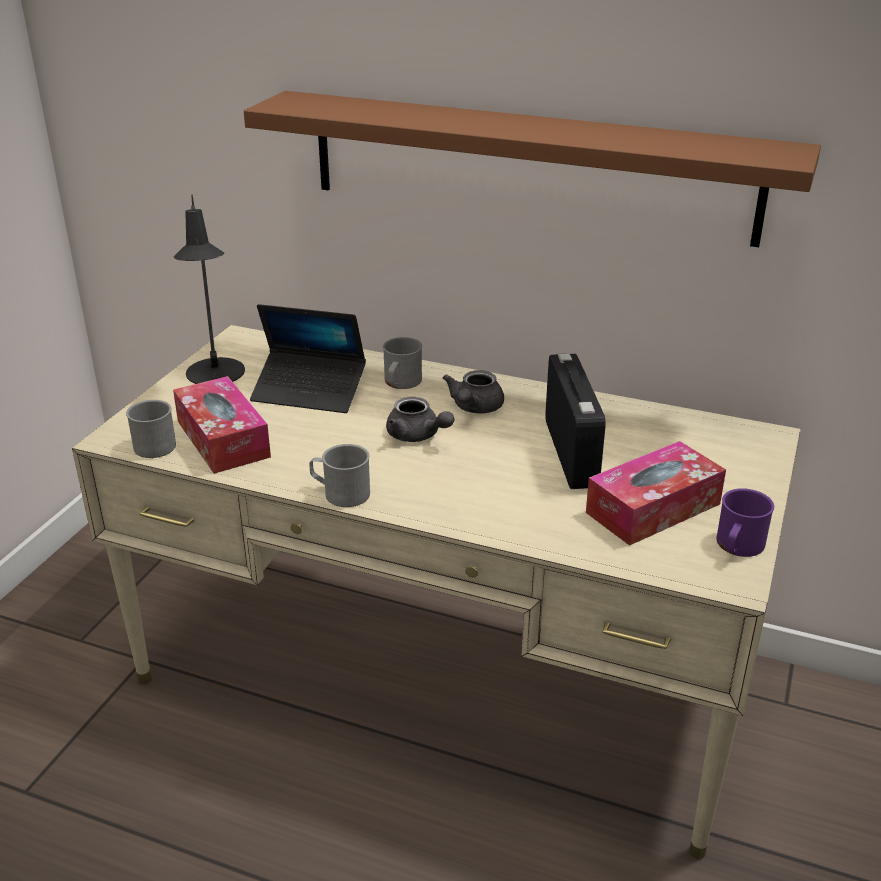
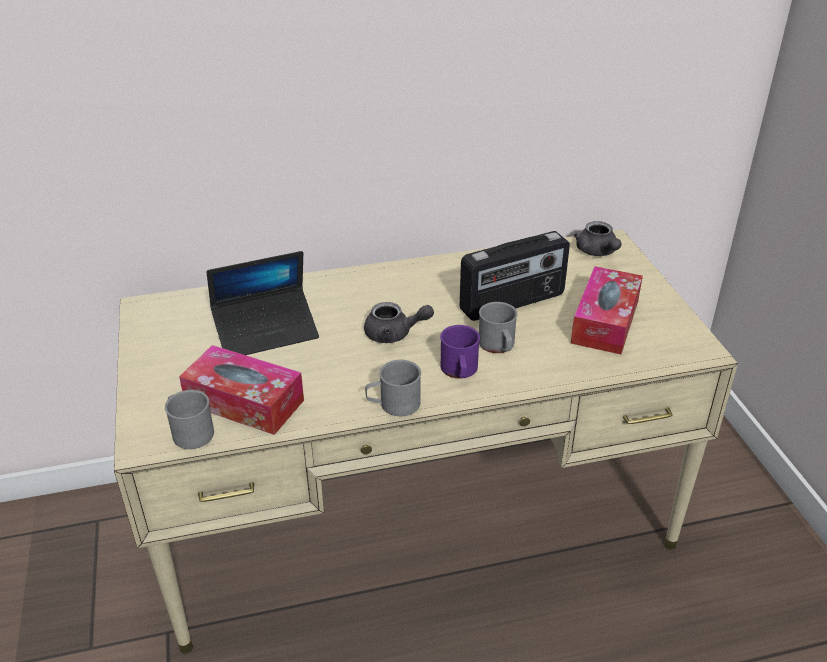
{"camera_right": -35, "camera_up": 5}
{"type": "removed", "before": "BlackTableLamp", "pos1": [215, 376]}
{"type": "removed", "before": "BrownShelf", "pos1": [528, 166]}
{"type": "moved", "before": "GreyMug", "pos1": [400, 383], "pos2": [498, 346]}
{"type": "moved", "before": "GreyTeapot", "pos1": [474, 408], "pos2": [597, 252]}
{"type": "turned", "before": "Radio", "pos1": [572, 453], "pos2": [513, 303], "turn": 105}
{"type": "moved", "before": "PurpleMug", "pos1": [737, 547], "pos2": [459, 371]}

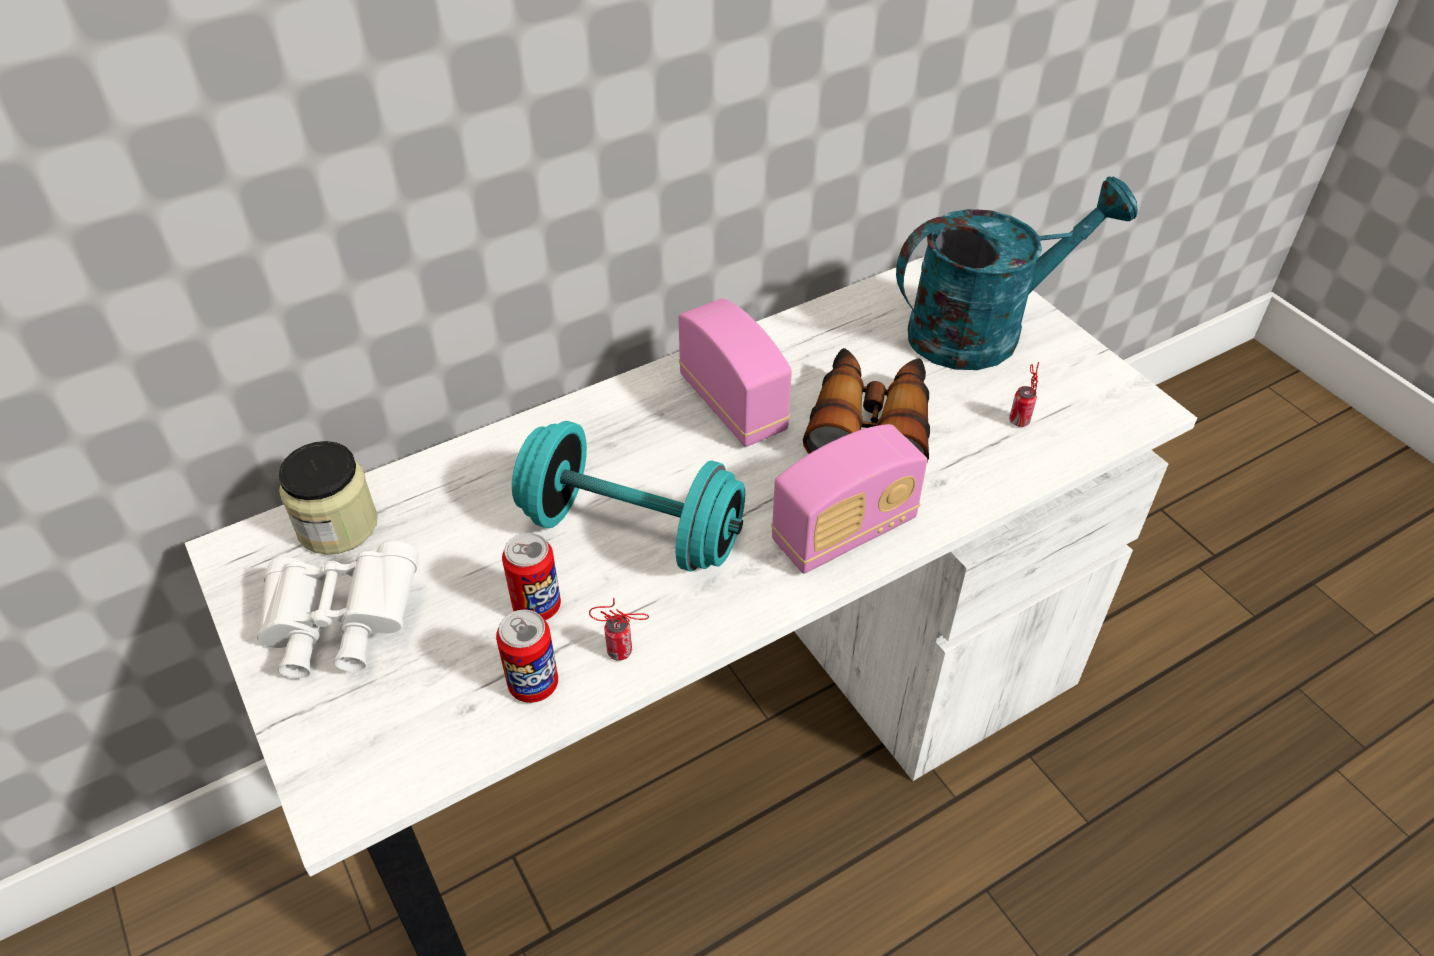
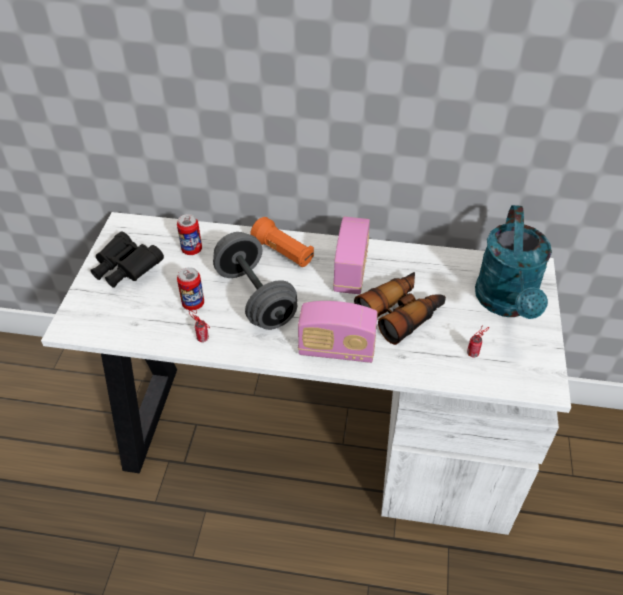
{"camera_right": 40, "camera_up": 0}
{"type": "recoloured", "before": "WhiteBinoculars", "after": "BlackBinoculars", "pos1": [340, 628], "pos2": [126, 270]}
{"type": "removed", "before": "Jar", "pos1": [337, 525]}
{"type": "moved", "before": "Can", "pos1": [533, 684], "pos2": [192, 250]}
{"type": "recoloured", "before": "TurquoiseDumbbell", "after": "GreyDumbbell", "pos1": [631, 531], "pos2": [255, 297]}
{"type": "turned", "before": "TurquoiseWateringCan", "pos1": [983, 329], "pos2": [507, 303], "turn": 75}
{"type": "added", "after": "OrangeFlashlight", "pos2": [283, 253]}

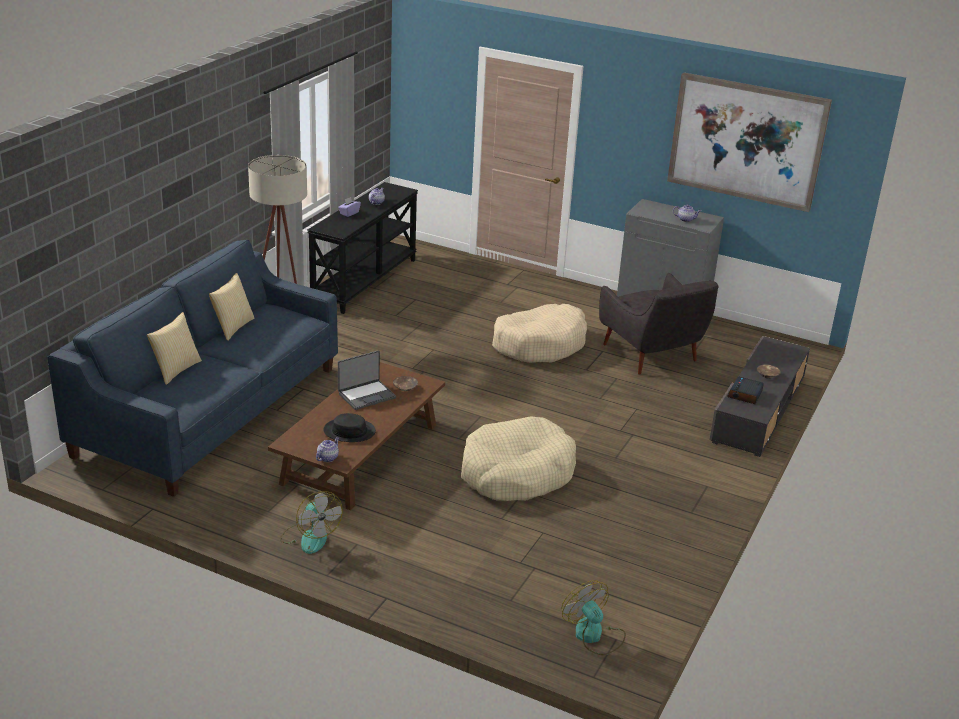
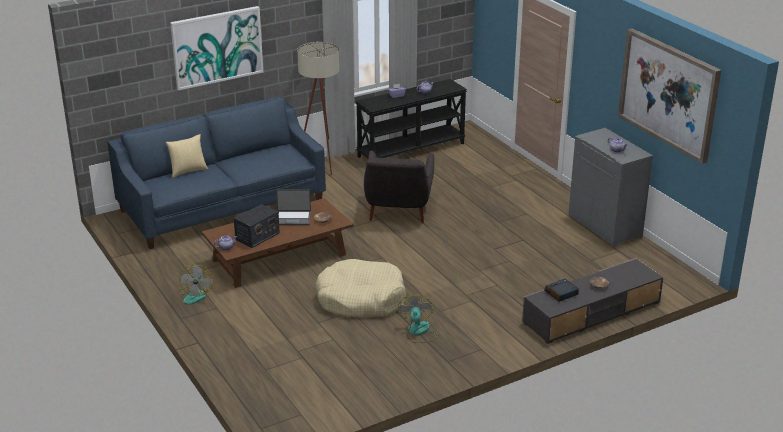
{"camera_right": 35, "camera_up": 0}
{"type": "removed", "before": "Pillow", "pos1": [232, 327]}
{"type": "replaced", "before": "BlackHat", "after": "Radio", "pos1": [349, 431], "pos2": [257, 236]}
{"type": "removed", "before": "BeigeDogBed", "pos1": [540, 344]}
{"type": "moved", "before": "Fan", "pos1": [594, 636], "pos2": [419, 332]}
{"type": "moved", "before": "GreyArmchair", "pos1": [652, 355], "pos2": [398, 211]}
{"type": "added", "after": "Picture", "pos2": [217, 47]}

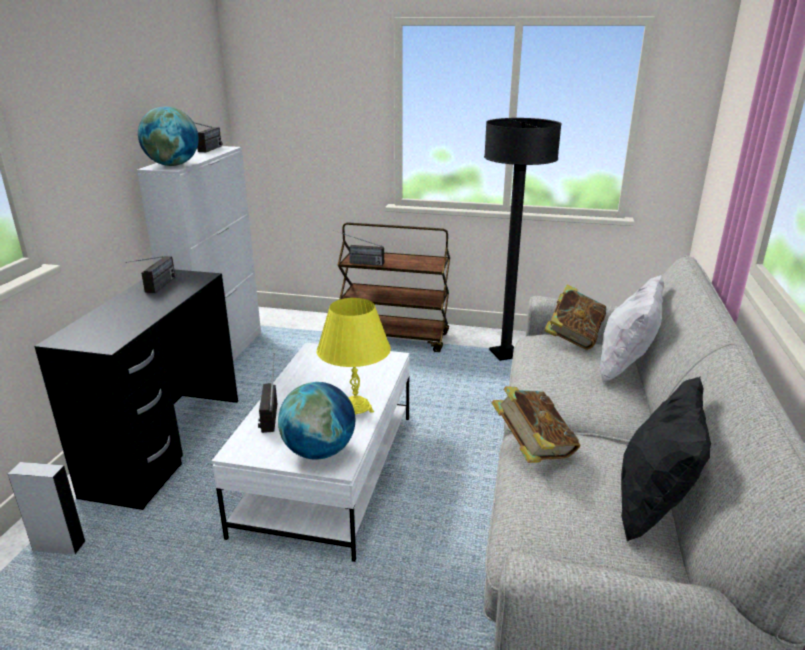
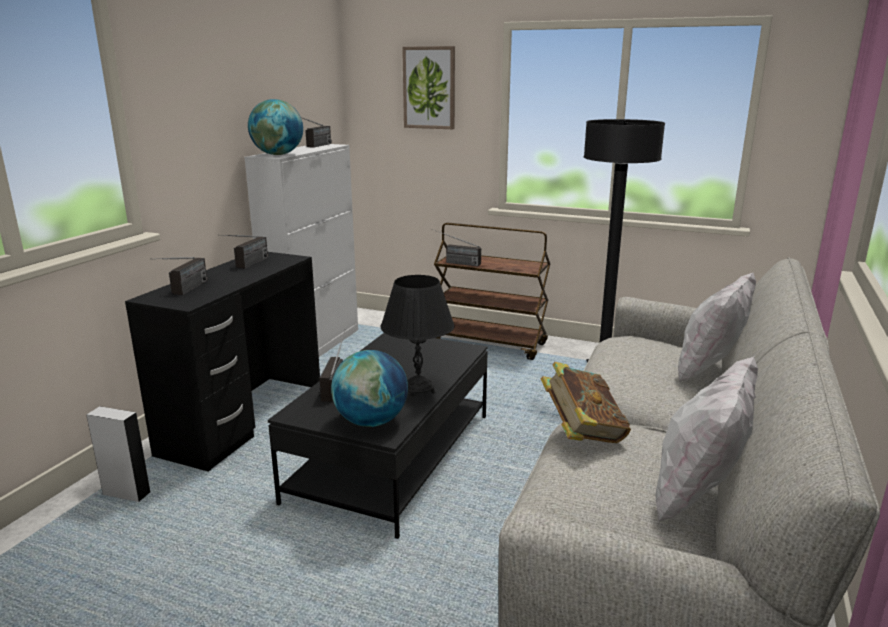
{"camera_right": 10, "camera_up": -5}
{"type": "recoloured", "before": "WhiteCoffeeTable", "after": "BlackCoffeeTable", "pos1": [329, 472], "pos2": [393, 457]}
{"type": "recoloured", "before": "YellowTableLamp", "after": "BlackTableLamp", "pos1": [355, 409], "pos2": [418, 389]}
{"type": "removed", "before": "Book", "pos1": [573, 338]}
{"type": "recoloured", "before": "BlackPillow", "after": "WhitePillow", "pos1": [652, 508], "pos2": [697, 497]}
{"type": "added", "after": "Radio", "pos2": [184, 291]}
{"type": "added", "after": "Picture", "pos2": [429, 88]}

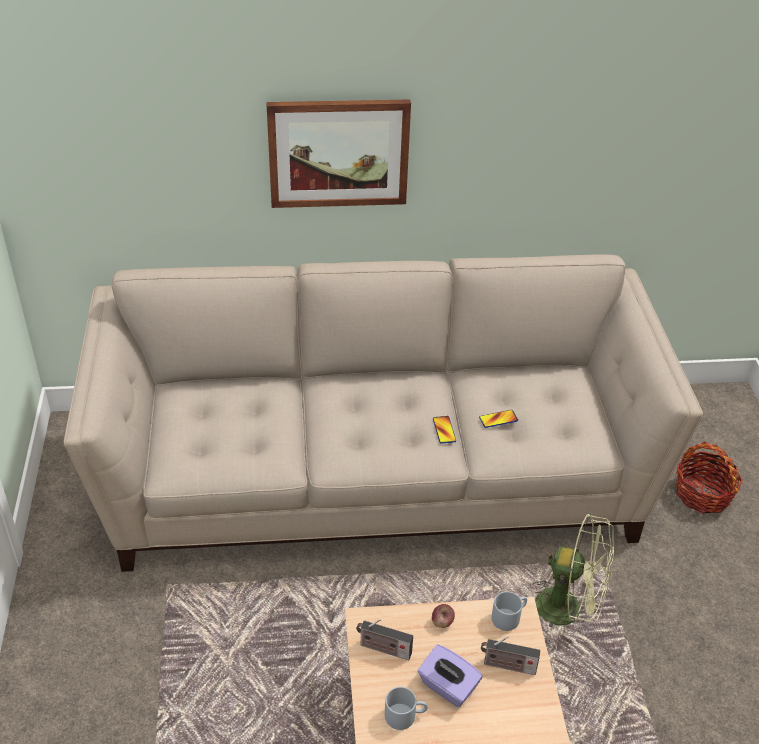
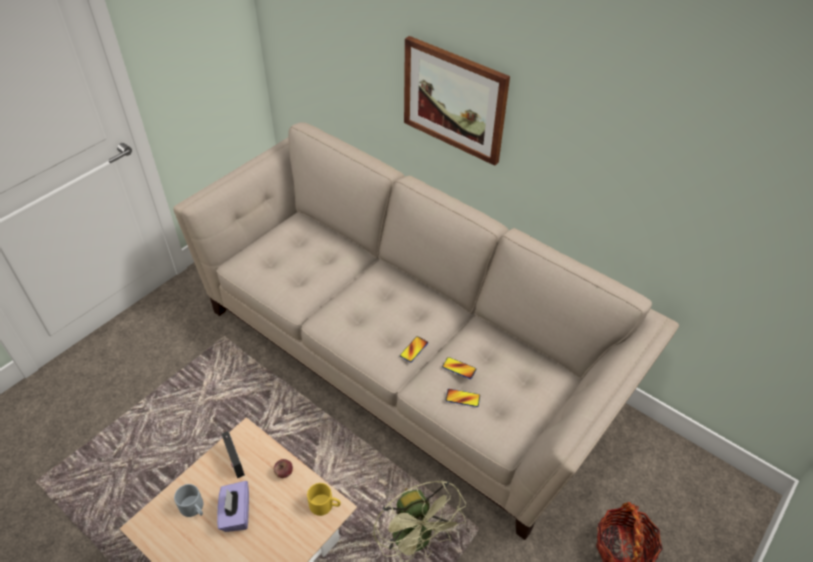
{"camera_right": 45, "camera_up": 5}
{"type": "removed", "before": "Radio", "pos1": [507, 666]}
{"type": "recoloured", "before": "GreyMug", "after": "YellowMug", "pos1": [509, 616], "pos2": [325, 505]}
{"type": "added", "after": "Phone", "pos2": [462, 398]}

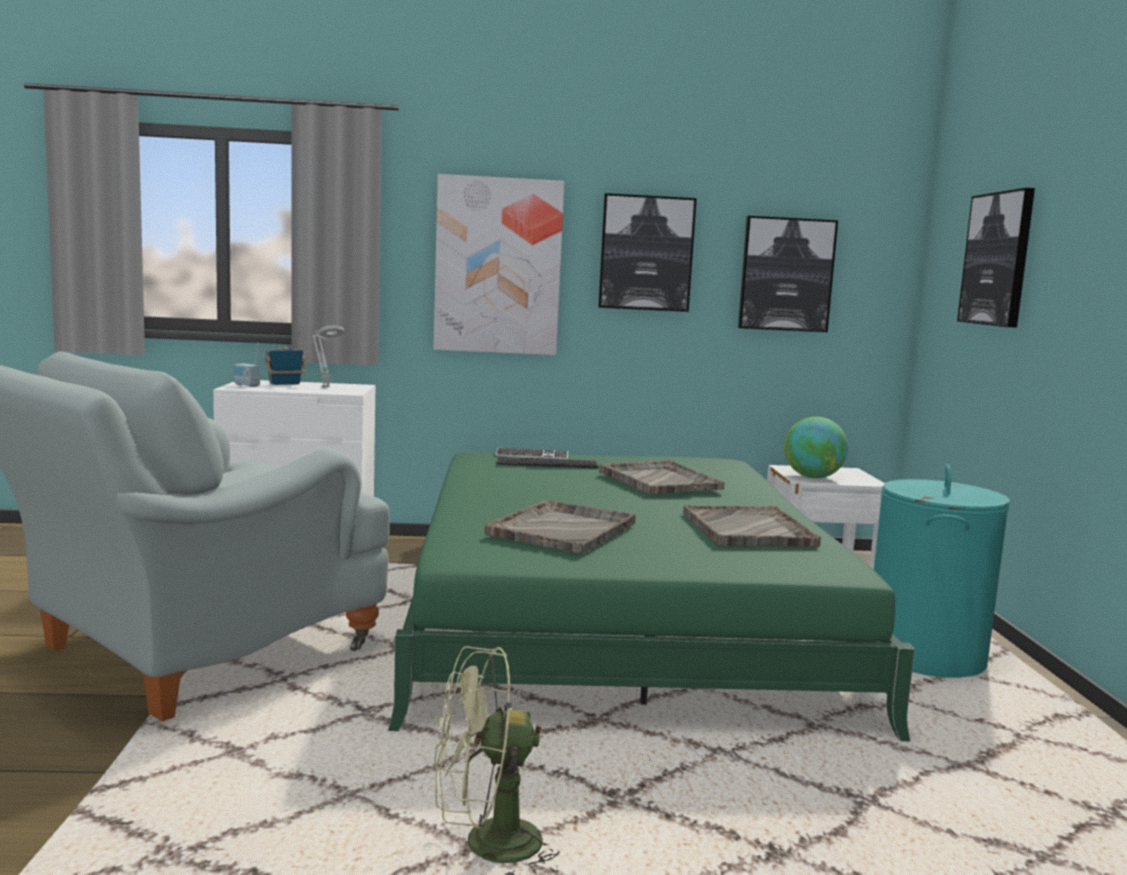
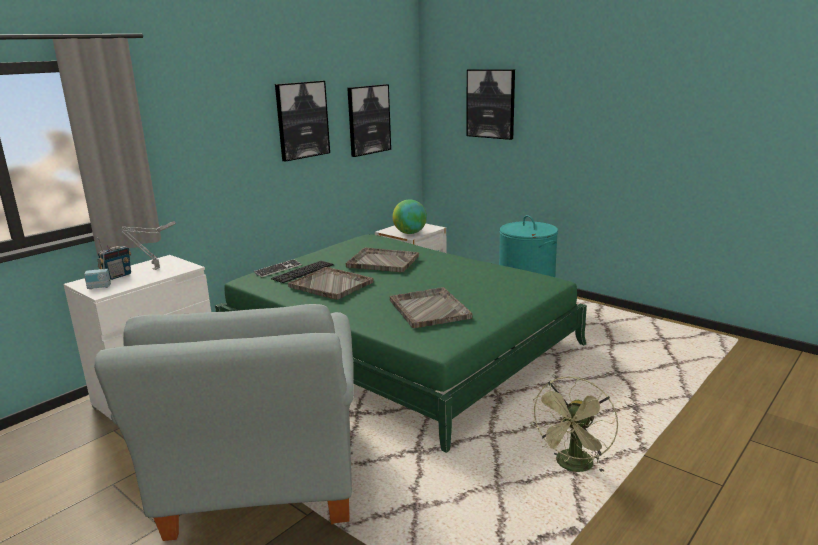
{"camera_right": -45, "camera_up": 10}
{"type": "turned", "before": "Radio", "pos1": [285, 384], "pos2": [118, 276], "turn": -150}
{"type": "removed", "before": "Picture", "pos1": [498, 266]}
{"type": "moved", "before": "GreyTray", "pos1": [748, 529], "pos2": [331, 285]}

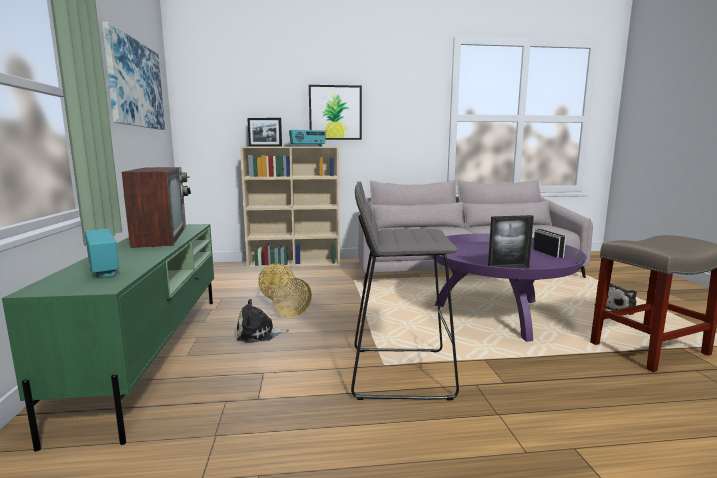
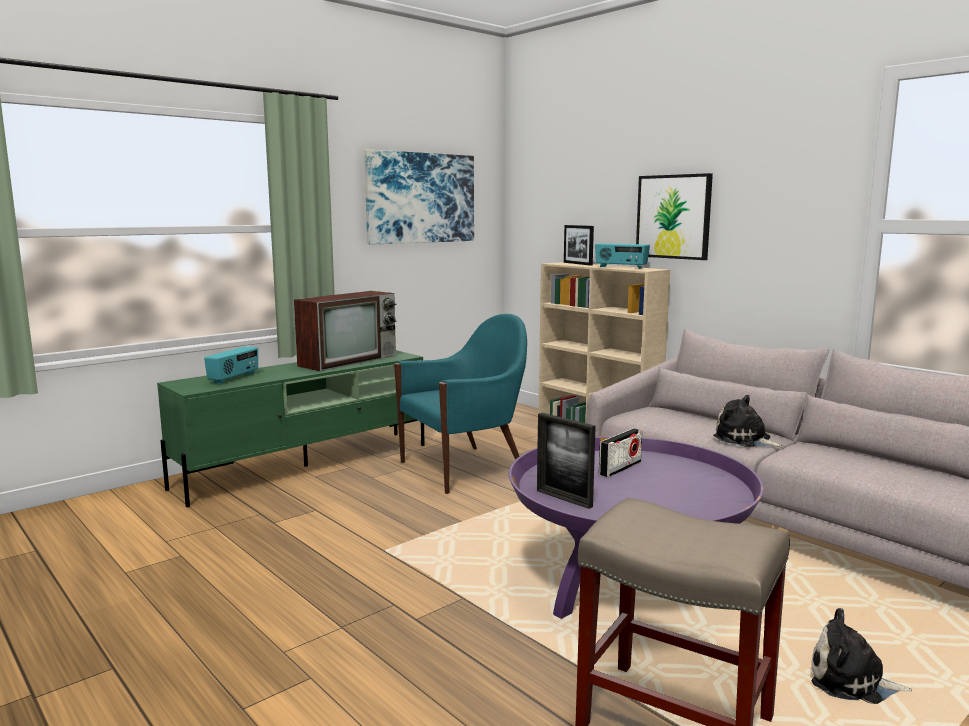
{"camera_right": 55, "camera_up": 0}
{"type": "moved", "before": "PlushToy", "pos1": [259, 334], "pos2": [744, 439]}
{"type": "replaced", "before": "Basket", "after": "TurquoiseArmchair", "pos1": [283, 304], "pos2": [465, 469]}
{"type": "removed", "before": "GreyStool", "pos1": [400, 372]}
{"type": "moved", "before": "Radio", "pos1": [547, 253], "pos2": [620, 468]}

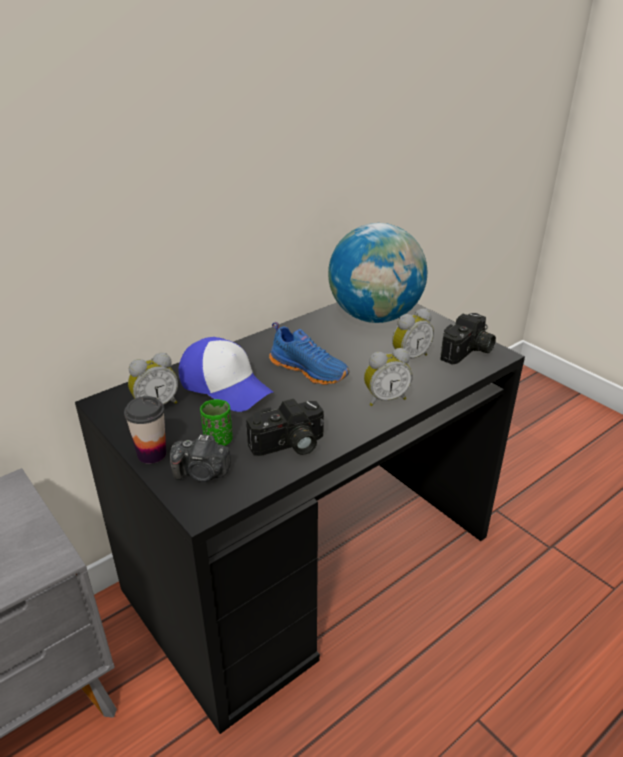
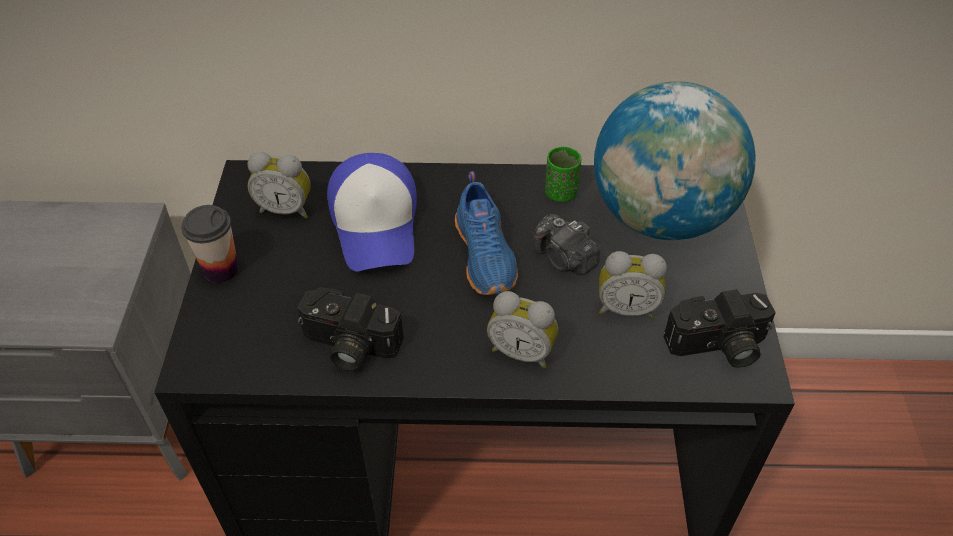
{"camera_right": 40, "camera_up": 15}
{"type": "moved", "before": "PhotoCamera", "pos1": [202, 473], "pos2": [564, 259]}
{"type": "moved", "before": "GreenCup", "pos1": [218, 440], "pos2": [560, 193]}

